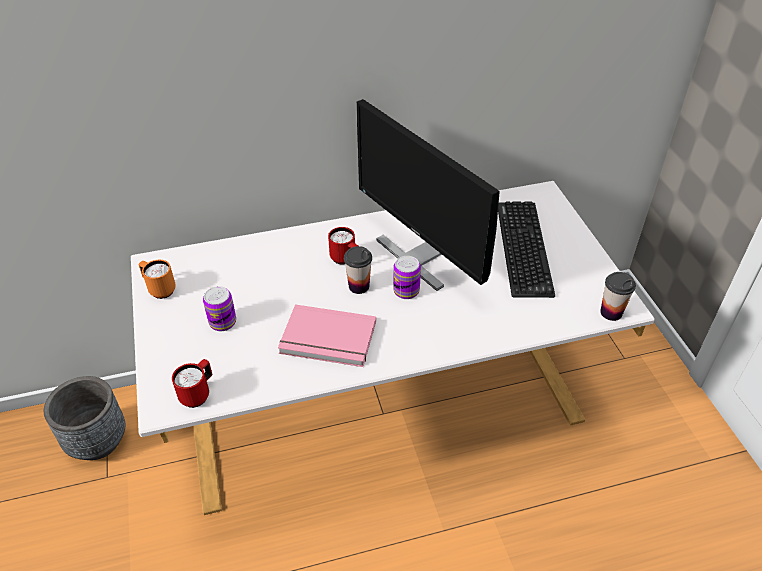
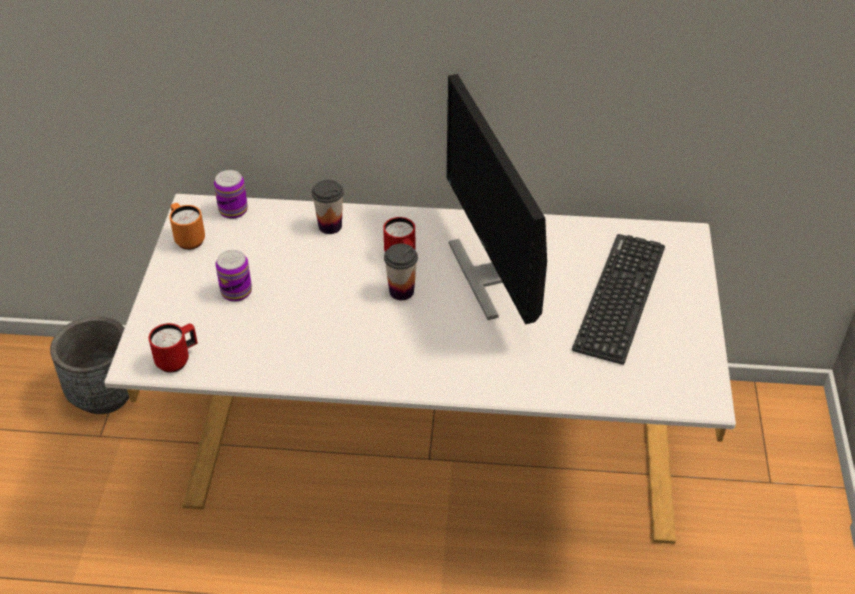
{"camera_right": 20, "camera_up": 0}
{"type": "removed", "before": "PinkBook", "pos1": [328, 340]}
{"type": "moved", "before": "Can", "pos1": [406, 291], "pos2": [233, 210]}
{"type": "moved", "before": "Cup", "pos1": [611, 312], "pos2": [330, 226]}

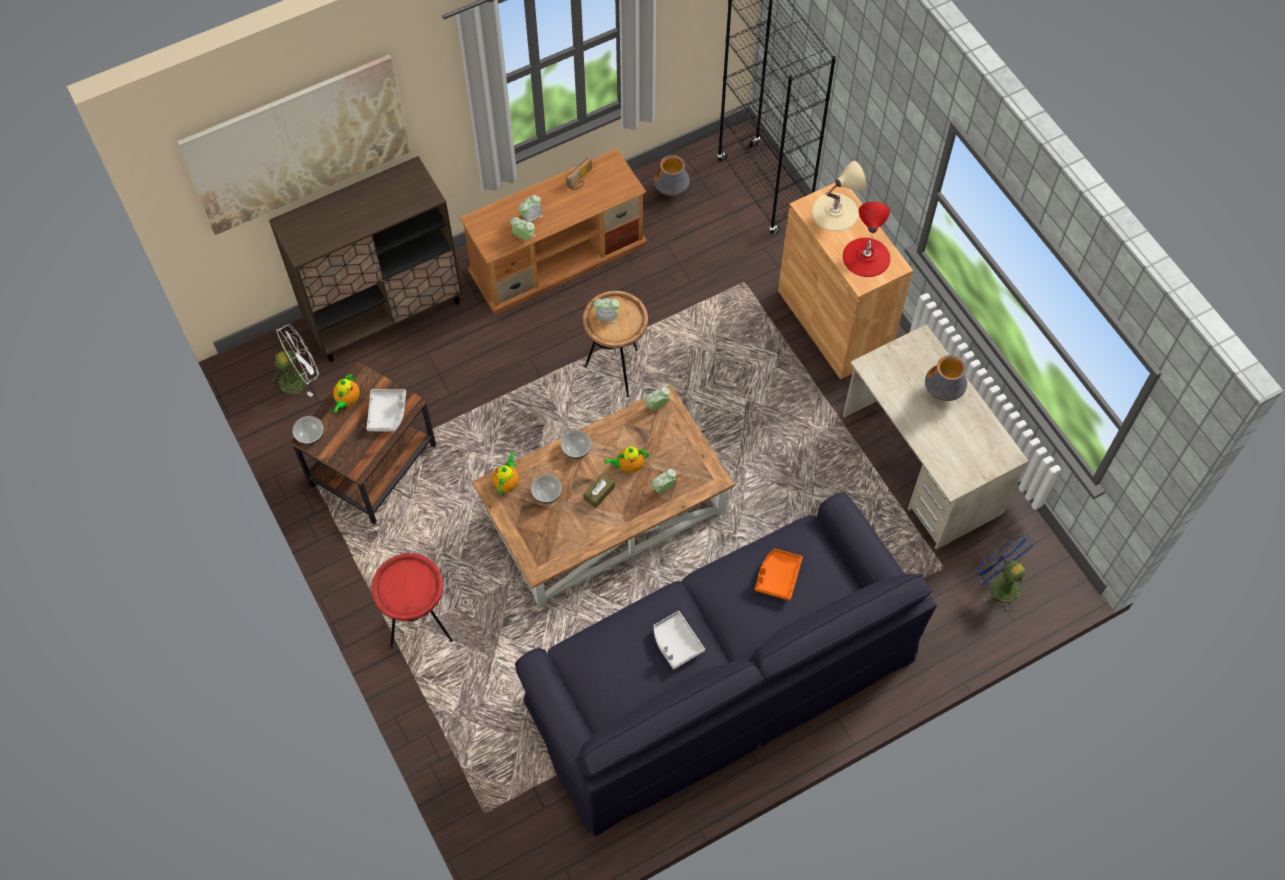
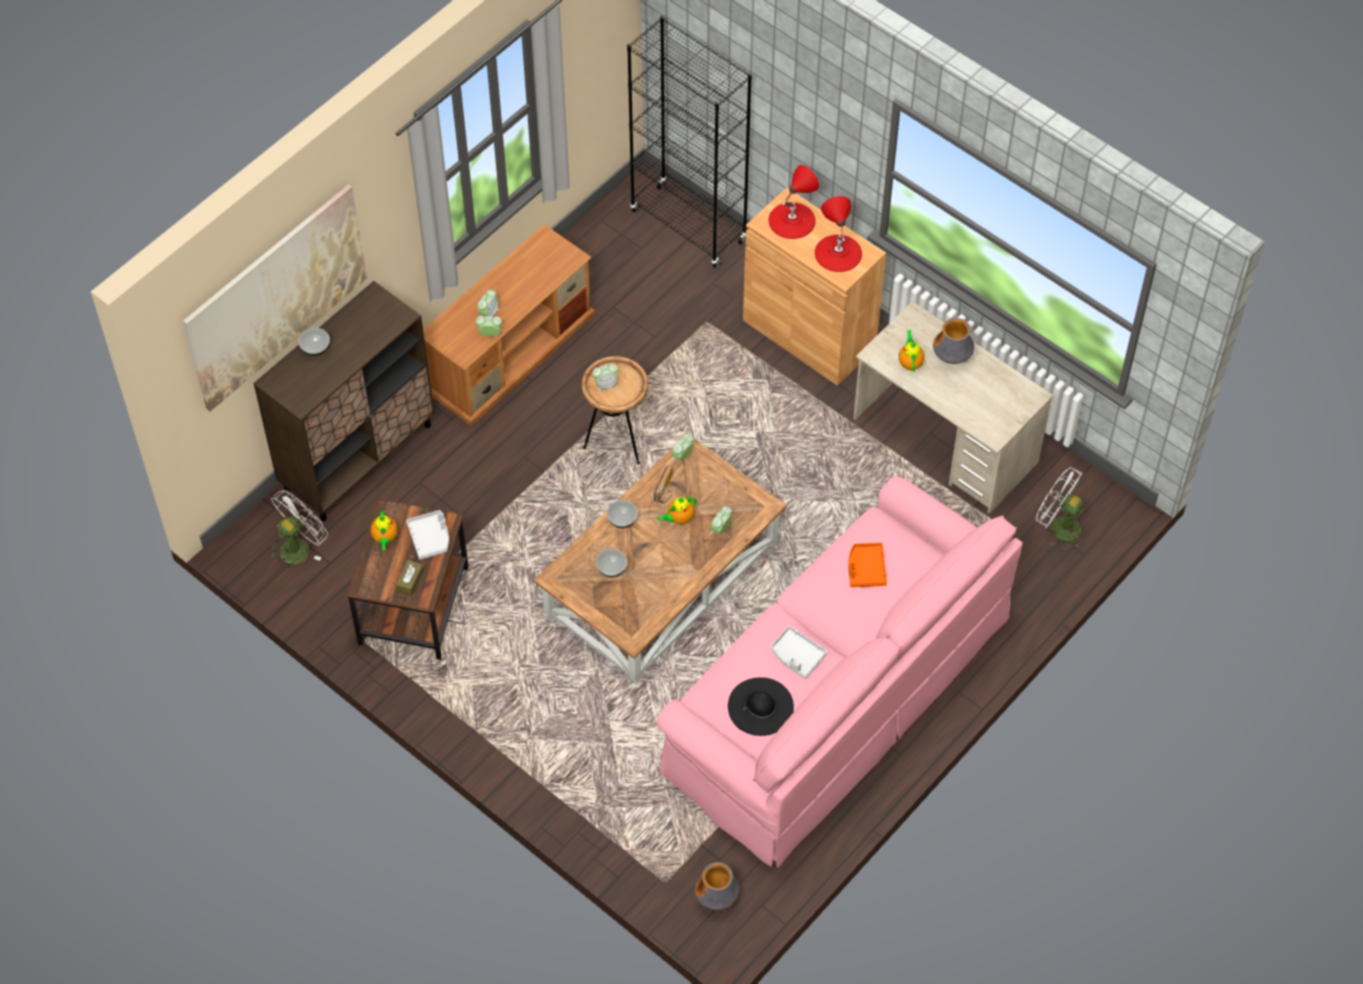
{"camera_right": -20, "camera_up": -5}
{"type": "moved", "before": "Bowl", "pos1": [310, 436], "pos2": [315, 348]}
{"type": "removed", "before": "RedSideTable", "pos1": [420, 627]}
{"type": "moved", "before": "Teapot", "pos1": [507, 482], "pos2": [910, 362]}
{"type": "recoloured", "before": "BlackSofa", "after": "PinkSofa", "pos1": [718, 679], "pos2": [834, 693]}
{"type": "moved", "before": "Radio", "pos1": [580, 180], "pos2": [666, 490]}
{"type": "moved", "before": "BrownTissueBox", "pos1": [599, 493], "pos2": [410, 581]}
{"type": "moved", "before": "Vase", "pos1": [671, 191], "pos2": [716, 898]}
{"type": "recoloured", "before": "BeigeTableLamp", "after": "RedTableLamp", "pos1": [835, 212], "pos2": [792, 220]}
{"type": "recoloured", "before": "BlueFan", "after": "WhiteFan", "pos1": [998, 584], "pos2": [1059, 527]}
{"type": "added", "after": "BlackHat", "pos2": [760, 706]}

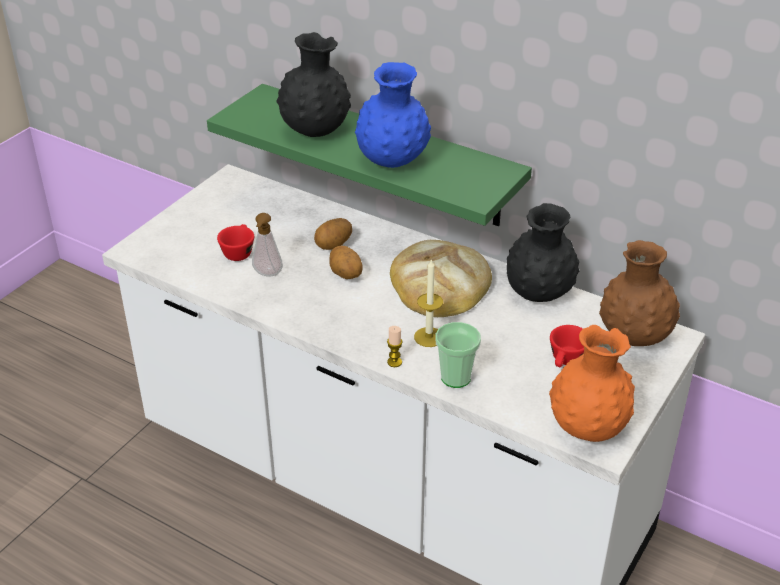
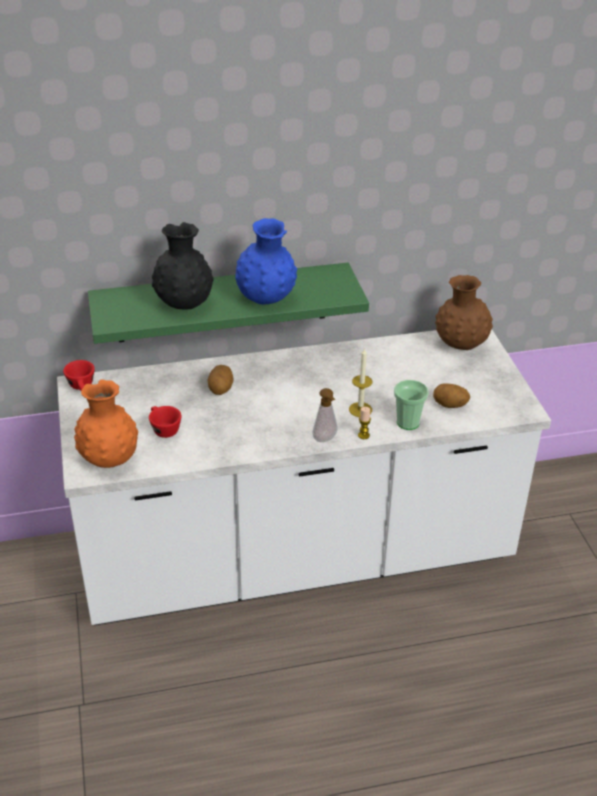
{"camera_right": -45, "camera_up": 0}
{"type": "moved", "before": "SoapDispenser", "pos1": [267, 274], "pos2": [325, 439]}
{"type": "moved", "before": "Potato", "pos1": [345, 275], "pos2": [449, 406]}
{"type": "removed", "before": "Bread", "pos1": [440, 283]}
{"type": "removed", "before": "BlackVase", "pos1": [538, 294]}
{"type": "moved", "before": "OrangeVase", "pos1": [587, 428], "pos2": [109, 459]}
{"type": "moved", "before": "RedCup", "pos1": [566, 361], "pos2": [82, 387]}

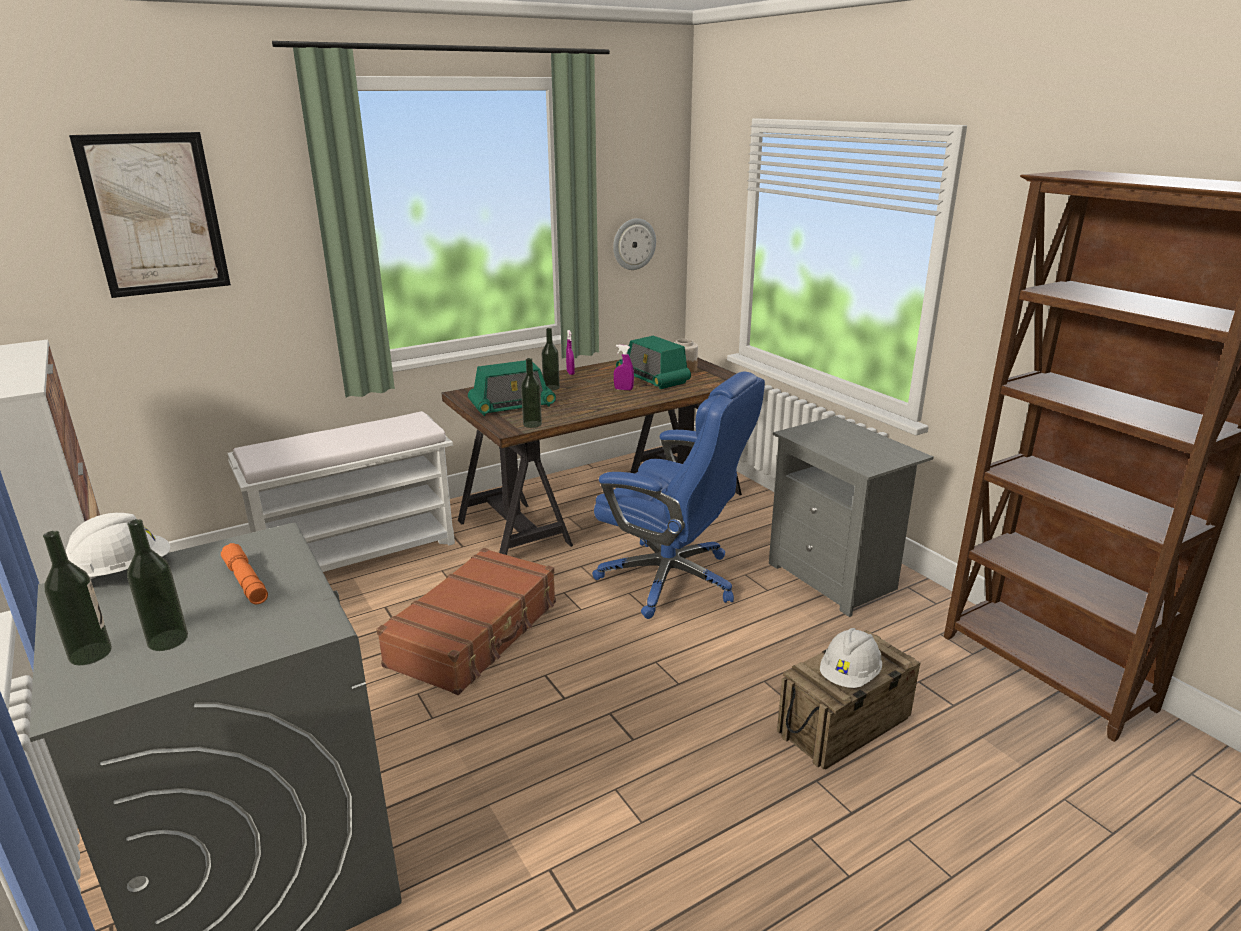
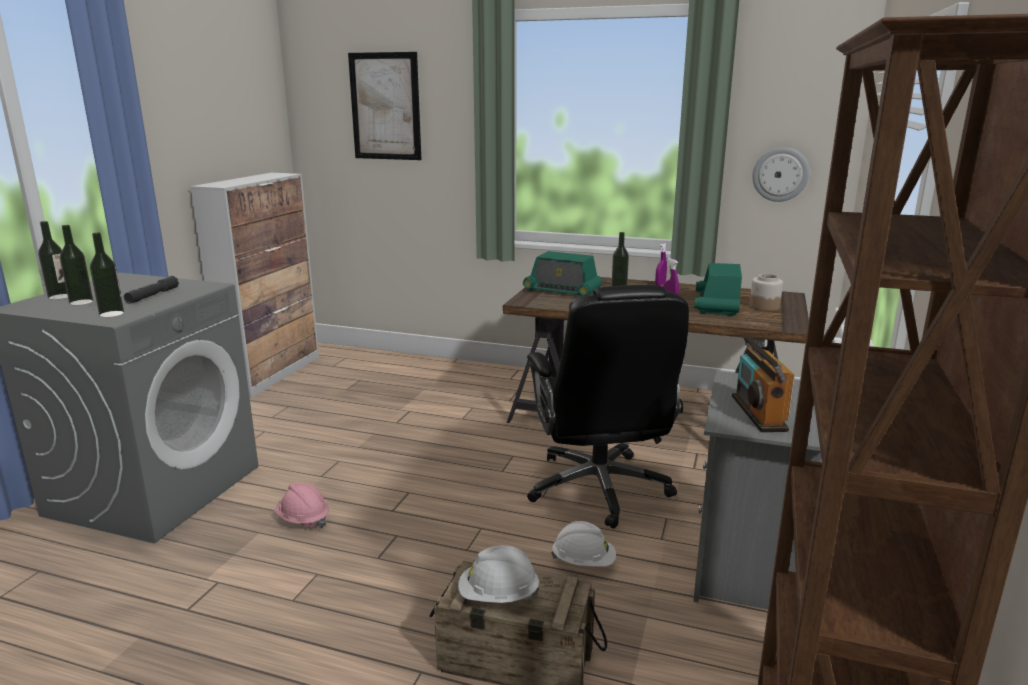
{"camera_right": 50, "camera_up": -5}
{"type": "moved", "before": "WhiteHardHat", "pos1": [123, 572], "pos2": [583, 562]}
{"type": "recoloured", "before": "OrangeFlashlight", "after": "GreyFlashlight", "pos1": [246, 582], "pos2": [152, 295]}
{"type": "removed", "before": "WhiteBench", "pos1": [360, 553]}
{"type": "removed", "before": "BrownSuitcase", "pos1": [475, 633]}
{"type": "moved", "before": "Bottle", "pos1": [532, 424], "pos2": [112, 314]}
{"type": "recoloured", "before": "BlueOfficeChair", "after": "BlackOfficeChair", "pos1": [672, 580], "pos2": [599, 489]}
{"type": "added", "after": "PinkHardHat", "pos2": [303, 520]}
{"type": "added", "after": "Radio", "pos2": [758, 413]}

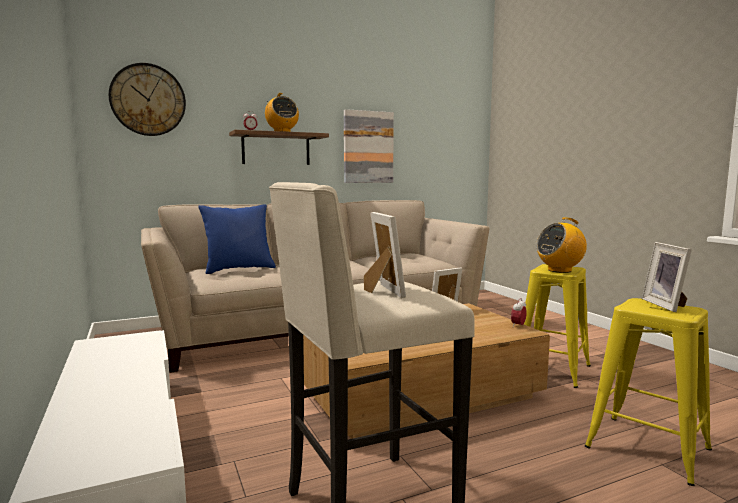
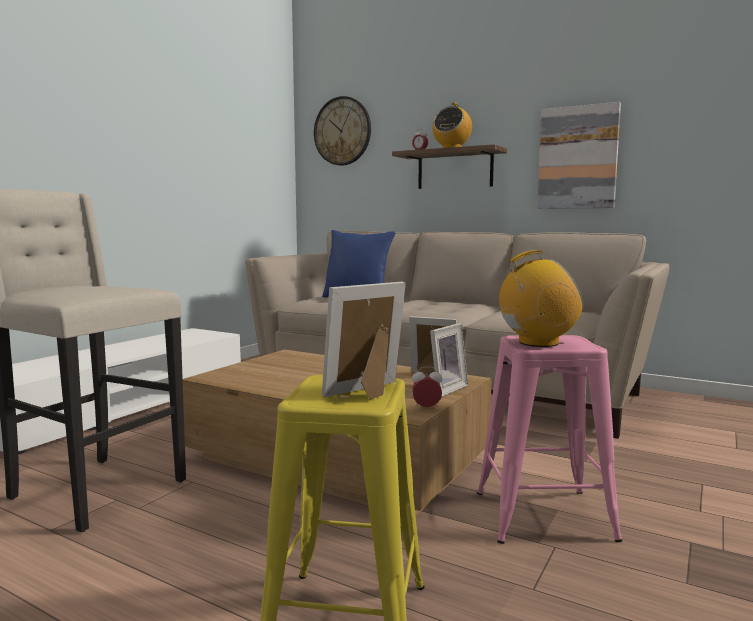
{"camera_right": 55, "camera_up": 0}
{"type": "moved", "before": "PictureFrame", "pos1": [381, 291], "pos2": [444, 389]}
{"type": "recoloured", "before": "YellowStool", "after": "PinkStool", "pos1": [552, 370], "pos2": [543, 515]}
{"type": "turned", "before": "Radio", "pos1": [560, 270], "pos2": [537, 343], "turn": 135}

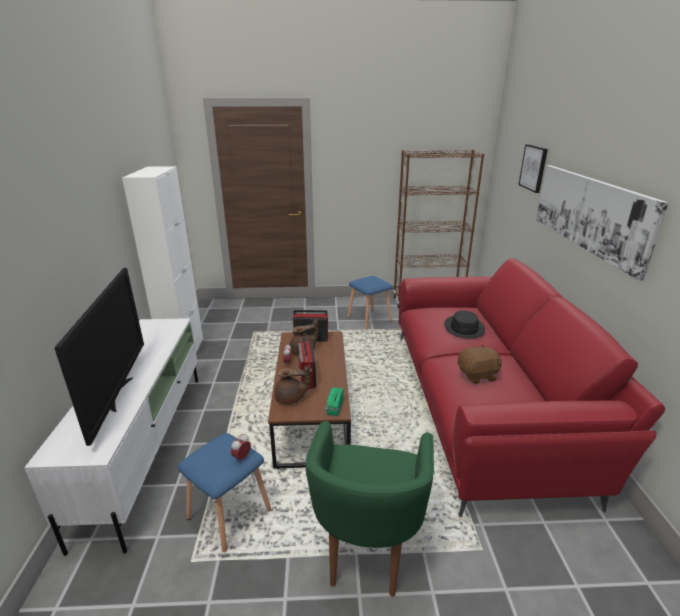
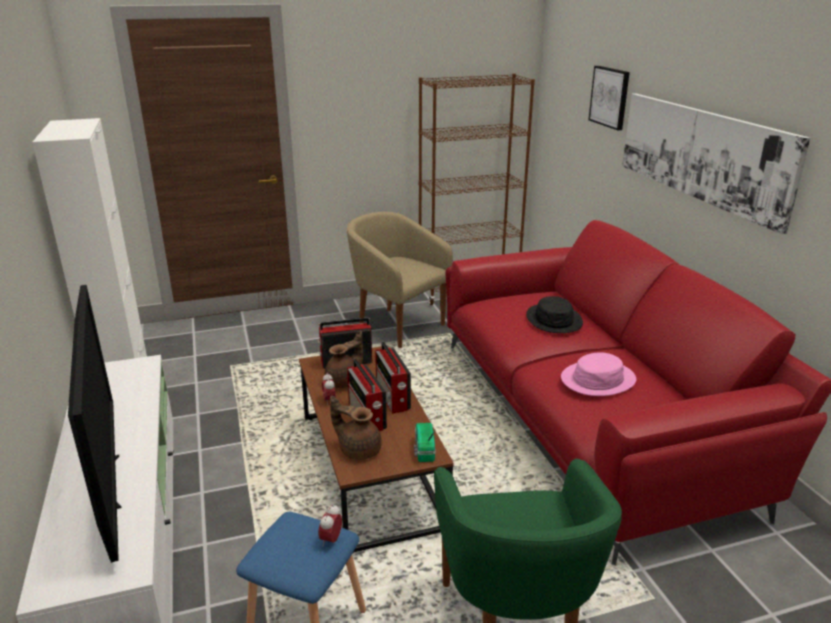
{"camera_right": -15, "camera_up": 0}
{"type": "turned", "before": "BrownTeapot", "pos1": [291, 399], "pos2": [358, 449], "turn": -135}
{"type": "replaced", "before": "BlueStool", "after": "BeigeArmchair", "pos1": [369, 319], "pos2": [397, 325]}
{"type": "replaced", "before": "BrownPlushToy", "after": "PinkHat", "pos1": [478, 375], "pos2": [597, 379]}
{"type": "added", "after": "Radio", "pos2": [392, 398]}

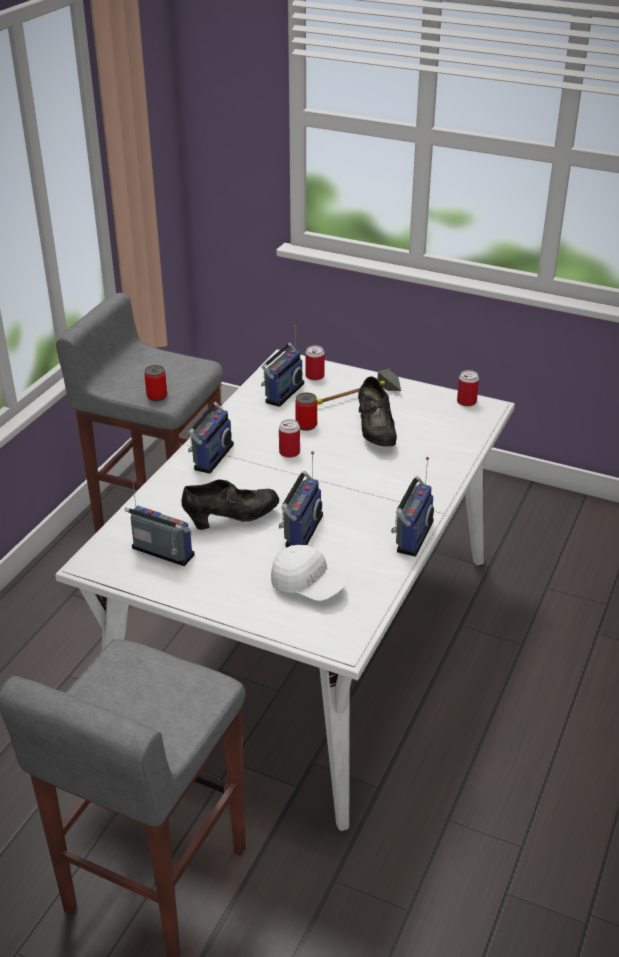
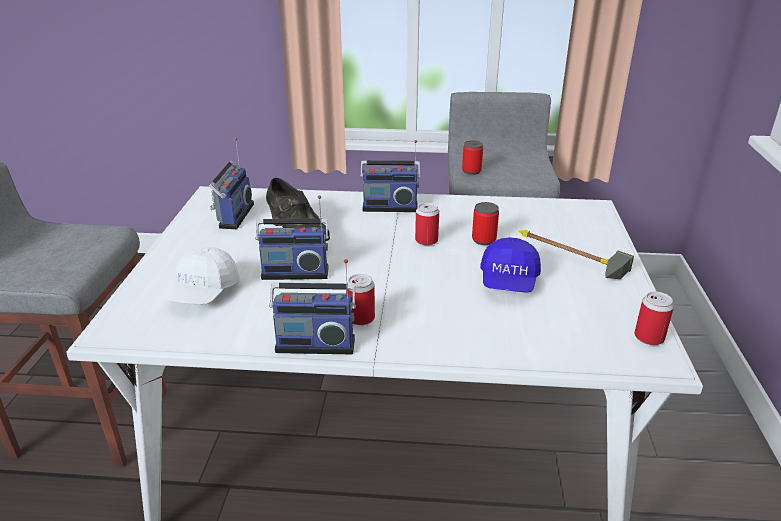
{"camera_right": 70, "camera_up": -5}
{"type": "removed", "before": "Radio", "pos1": [282, 392]}
{"type": "moved", "before": "Can", "pos1": [314, 376], "pos2": [361, 318]}
{"type": "replaced", "before": "BlackShoe", "after": "BlueCap", "pos1": [375, 432], "pos2": [508, 282]}

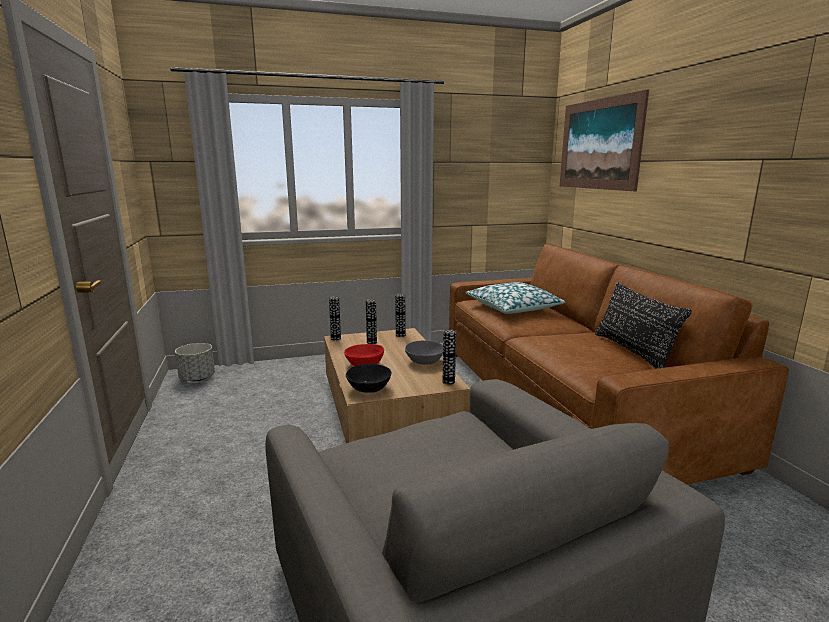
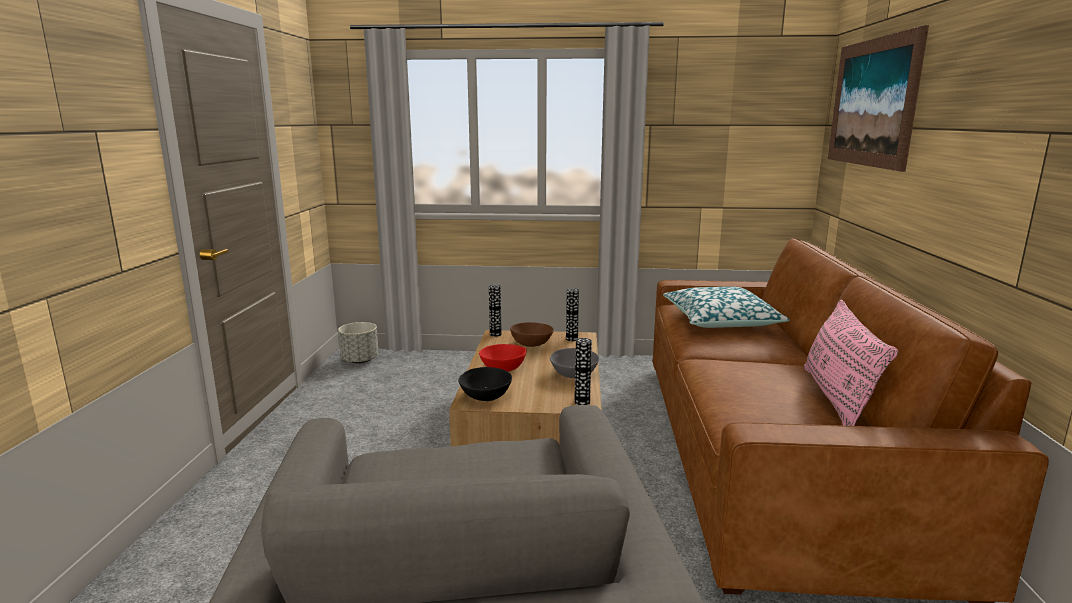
{"camera_right": 20, "camera_up": 0}
{"type": "replaced", "before": "Vase", "after": "BrownBowl", "pos1": [371, 342], "pos2": [531, 343]}
{"type": "recoloured", "before": "BlackPillow", "after": "PinkPillow", "pos1": [632, 351], "pos2": [836, 399]}

